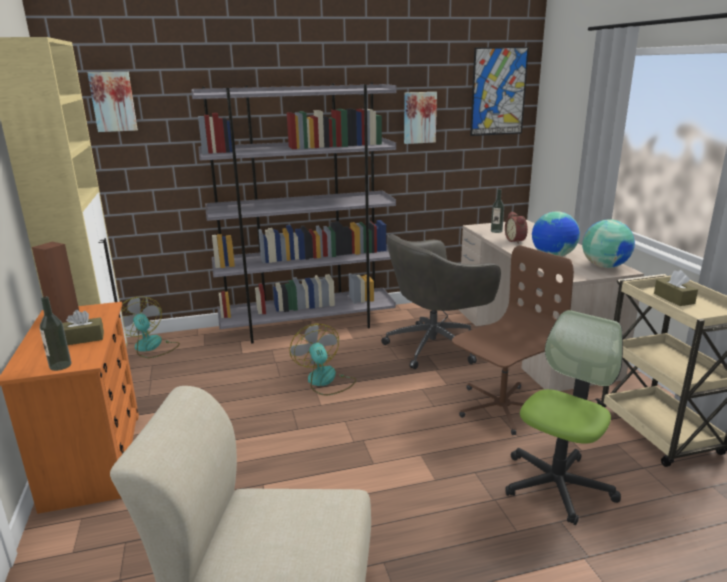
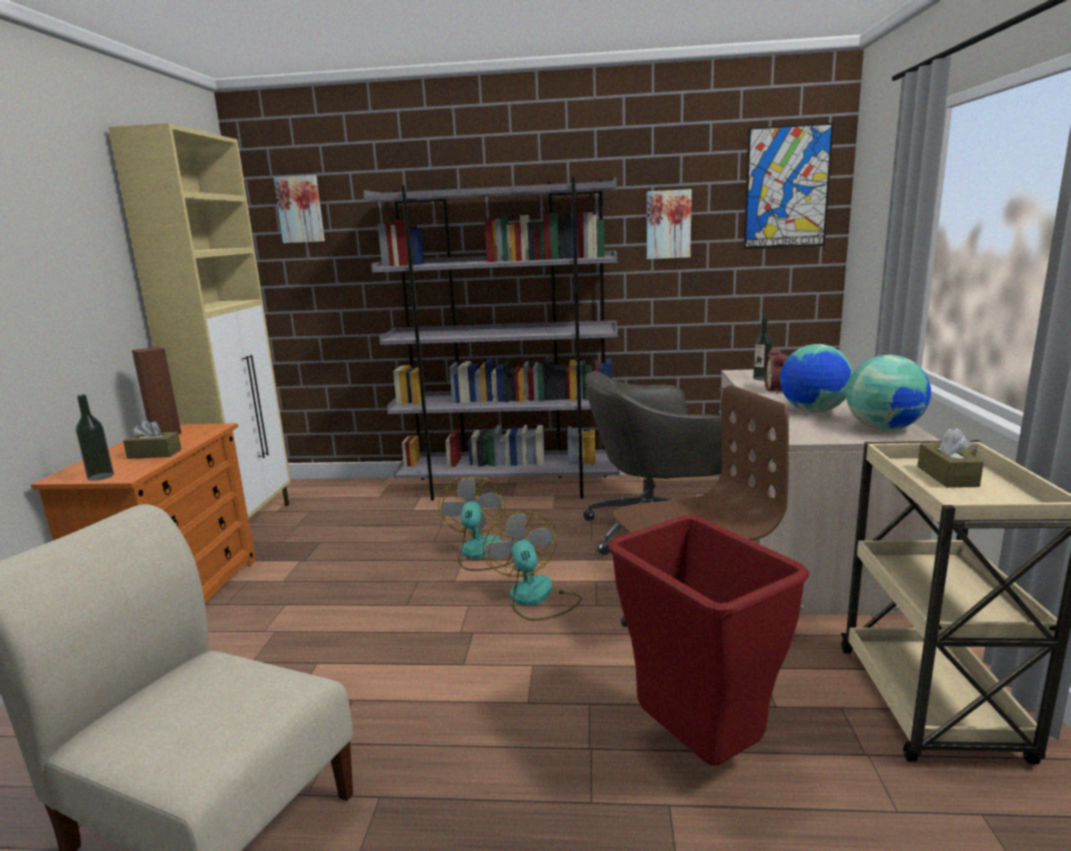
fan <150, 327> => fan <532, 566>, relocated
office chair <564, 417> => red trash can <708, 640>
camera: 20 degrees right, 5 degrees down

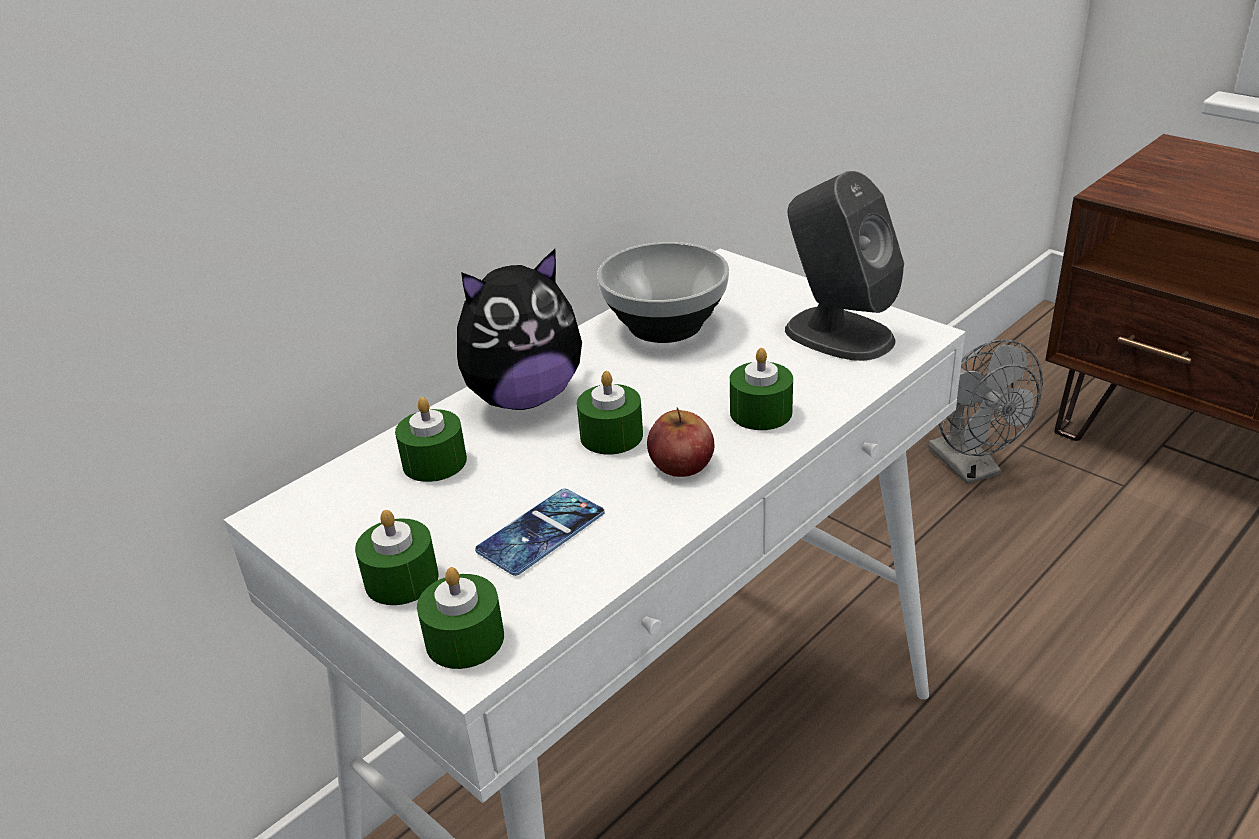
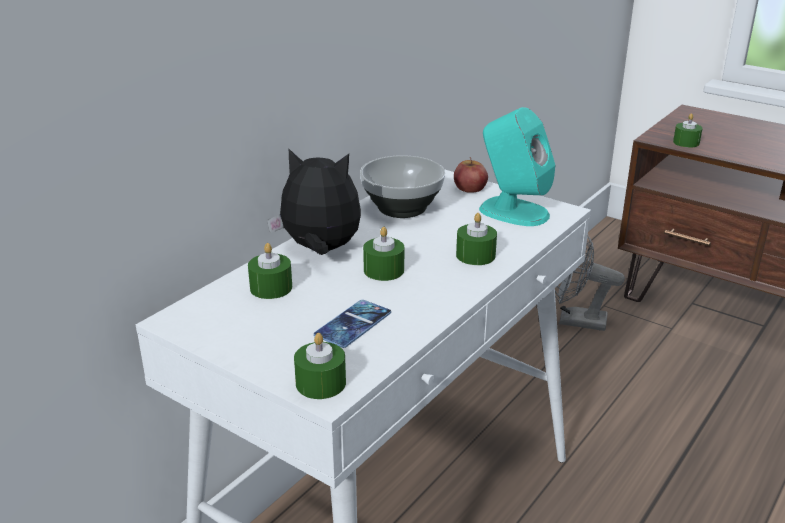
grey speaker <844, 266> => turquoise speaker <517, 166>
plush toy <519, 329> => plush toy <314, 202>, 135 degrees counterclockwise
grey fan <985, 411> => grey fan <590, 283>, 135 degrees clockwise
apple <680, 442> => apple <471, 175>, relocated
green candle <397, 557> => green candle <688, 130>, relocated
camera: 10 degrees left, 5 degrees down

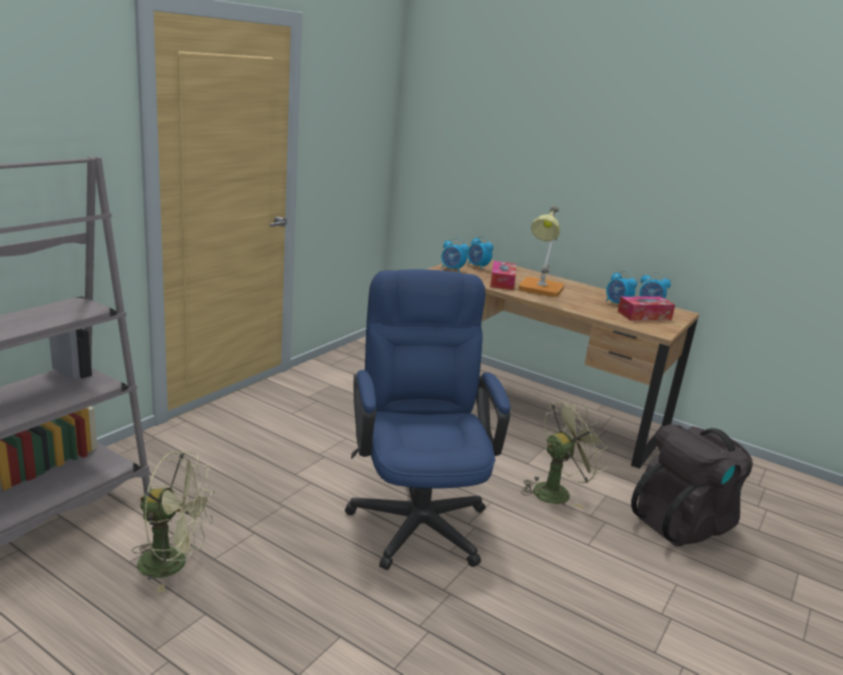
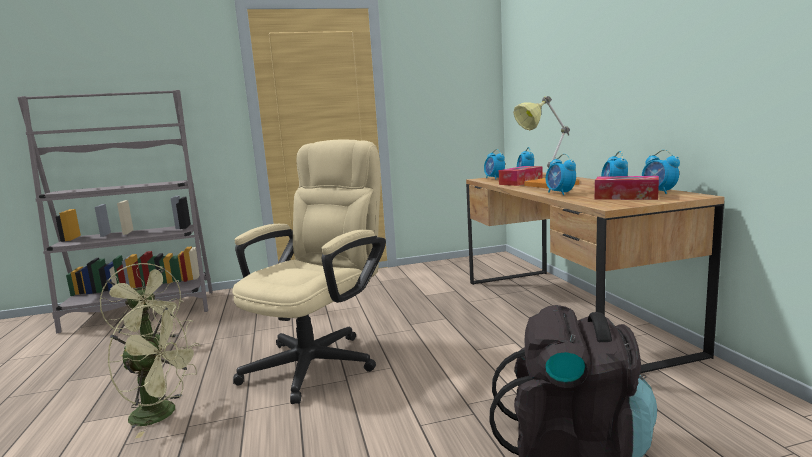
blue office chair <428, 419> => beige office chair <309, 271>
green fan <564, 454> => green fan <154, 371>, relocated
nothing => alarm clock <561, 174>
camera: 45 degrees right, 10 degrees down

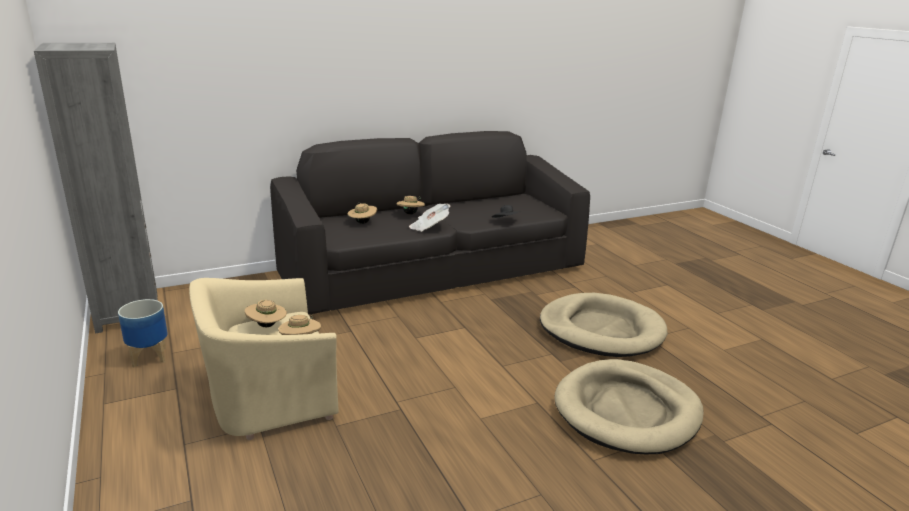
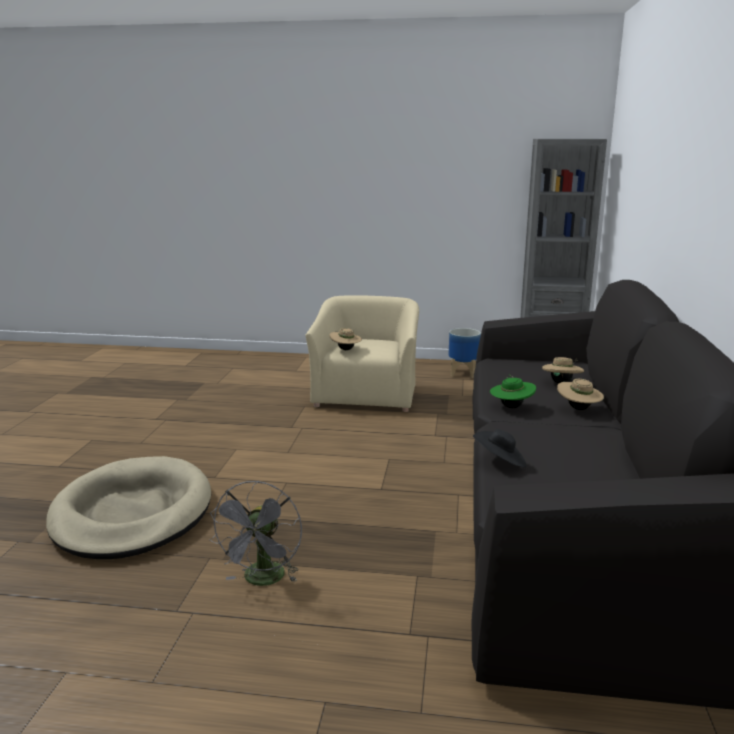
newspaper <430, 218> => green hat <513, 391>
beige dog bed <604, 325> => grey fan <256, 533>
beige hat <266, 313> => nothing
camera: 125 degrees right, 5 degrees down

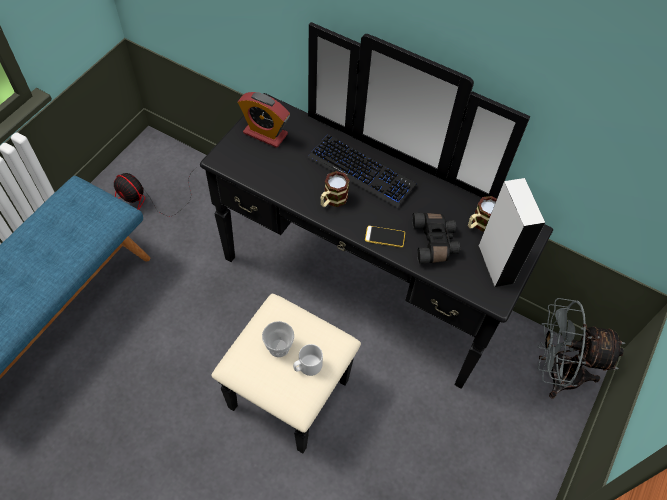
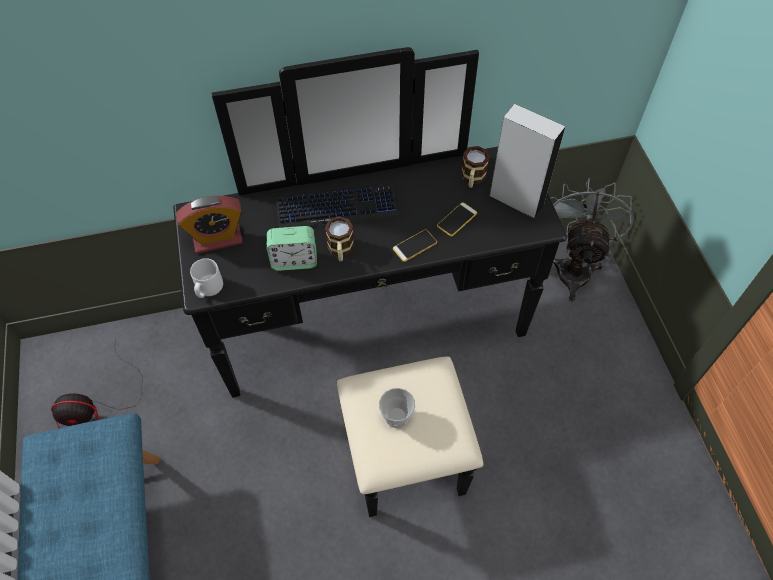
black binoculars <436, 238> => phone <457, 219>
grey fan <581, 348> => grey fan <592, 239>, 135 degrees clockwise
grey mug <308, 360> => grey mug <206, 278>, relocated
nothing => alarm clock <292, 248>
camera: 40 degrees left, 0 degrees up

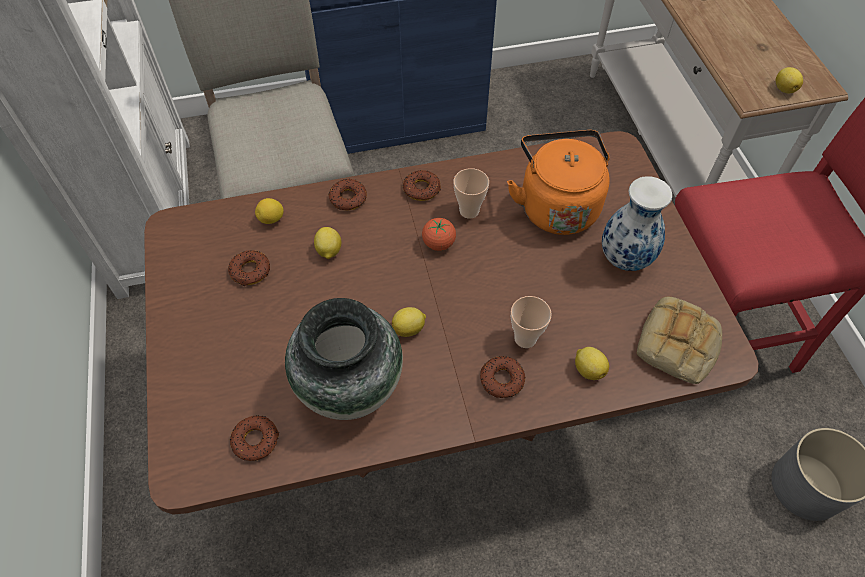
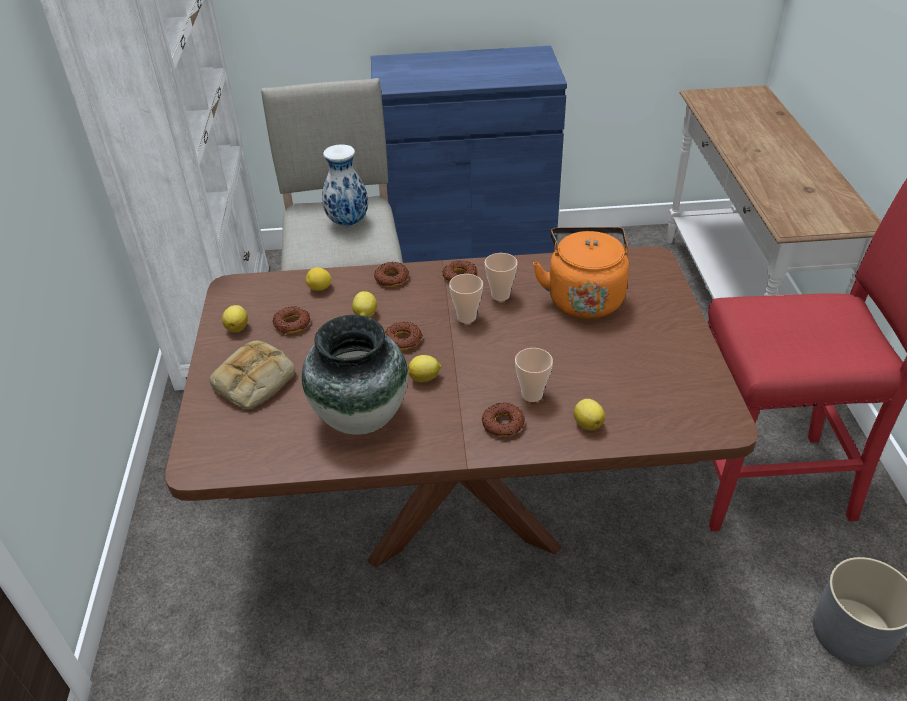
lemon <789, 80> => lemon <235, 318>, relocated
vase <637, 223> => vase <345, 185>, relocated
tomato <439, 234> => cup <466, 298>
bread <679, 340> => bread <252, 375>, relocated
donut <254, 438> => donut <404, 336>, relocated
camera: 10 degrees right, 15 degrees down

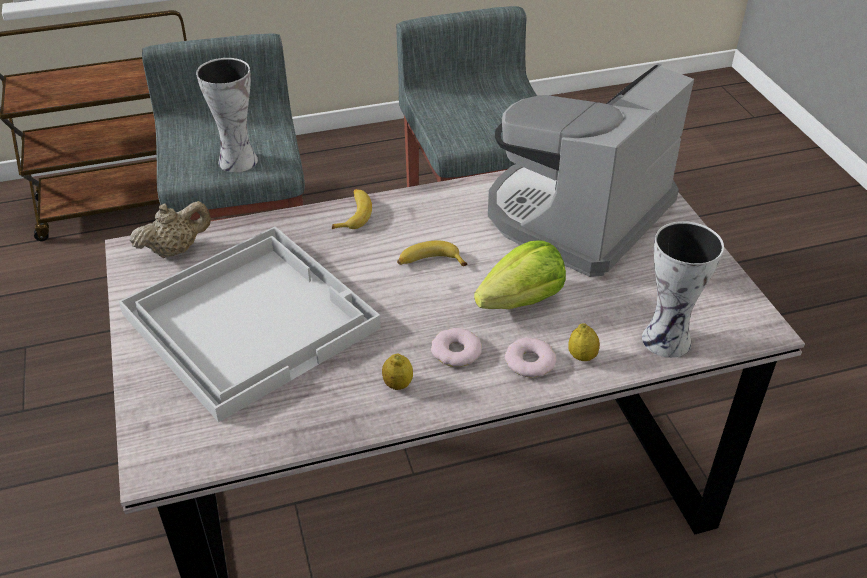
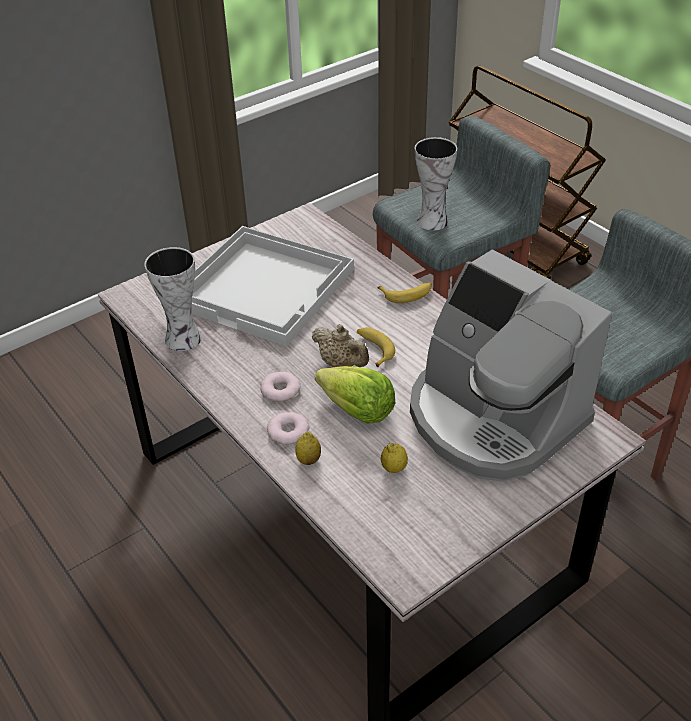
coffee machine <591, 170> => coffee machine <511, 365>, 150 degrees counterclockwise
beige teapot <170, 229> => beige teapot <340, 345>, relocated
vase <683, 289> => vase <173, 299>, relocated
lemon <397, 372> => lemon <394, 458>, relocated
camera: 70 degrees right, 0 degrees up

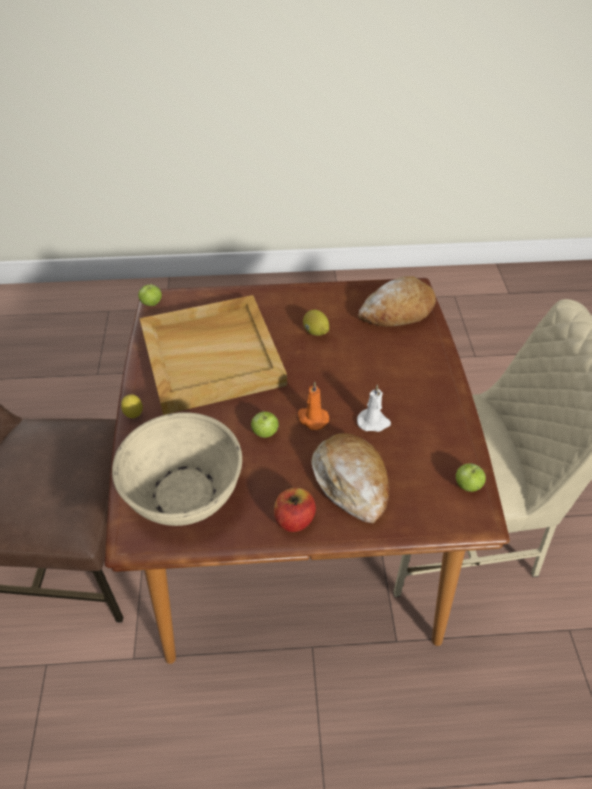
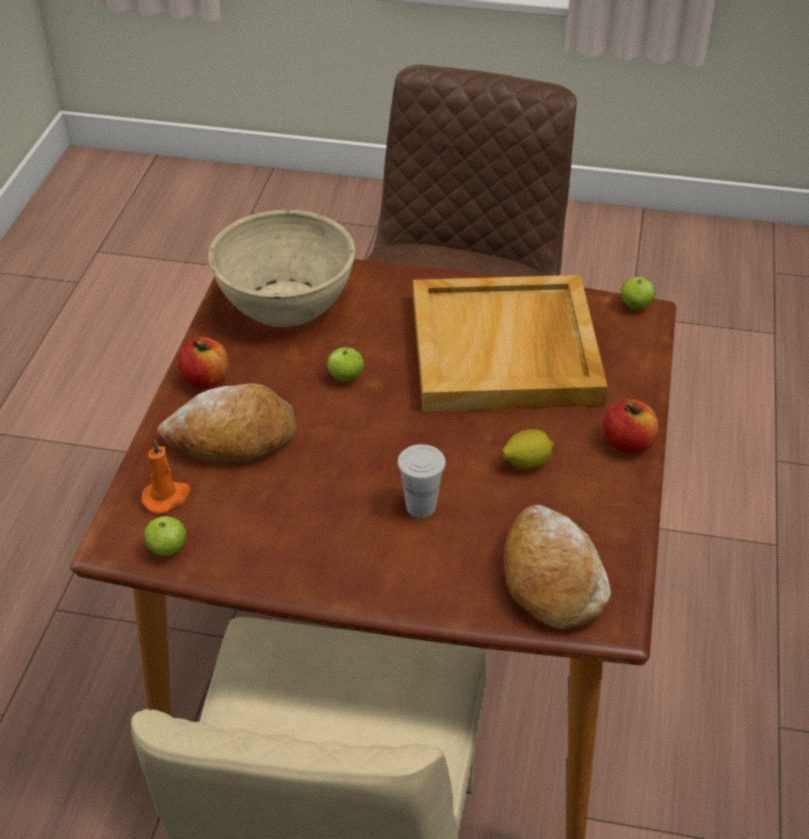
orange candle <313, 406> => orange candle <166, 476>, relocated
white candle <374, 408> => nothing
lemon <132, 406> => nothing
nothing => apple <630, 426>
nothing => white cup <421, 481>
camera: 105 degrees right, 5 degrees down

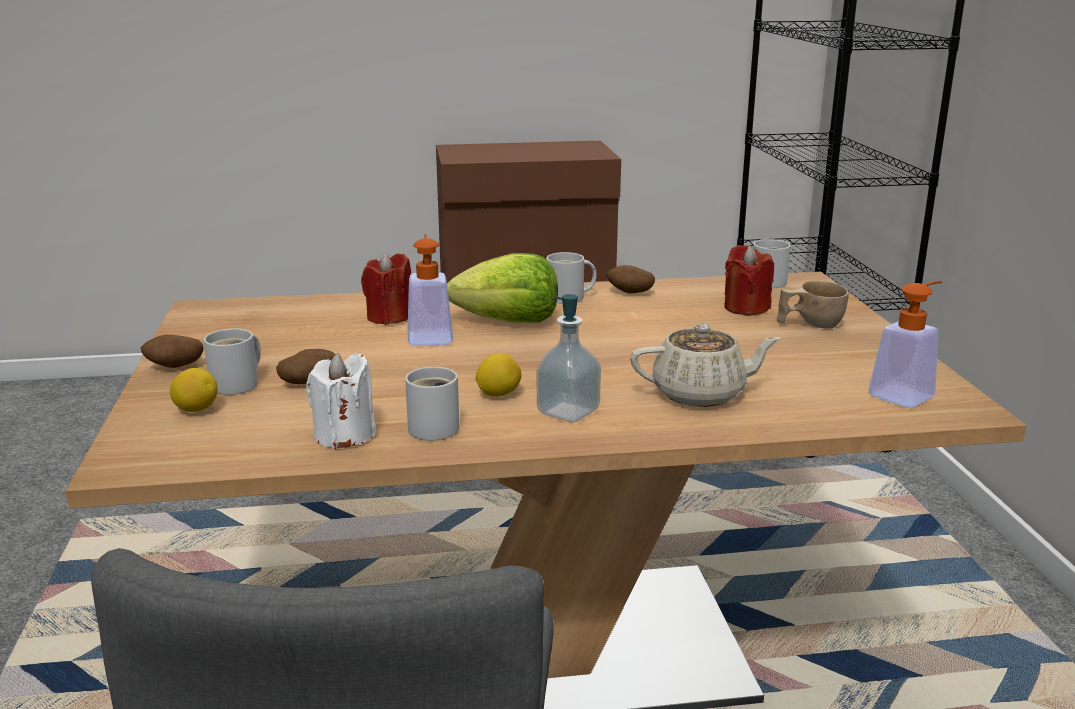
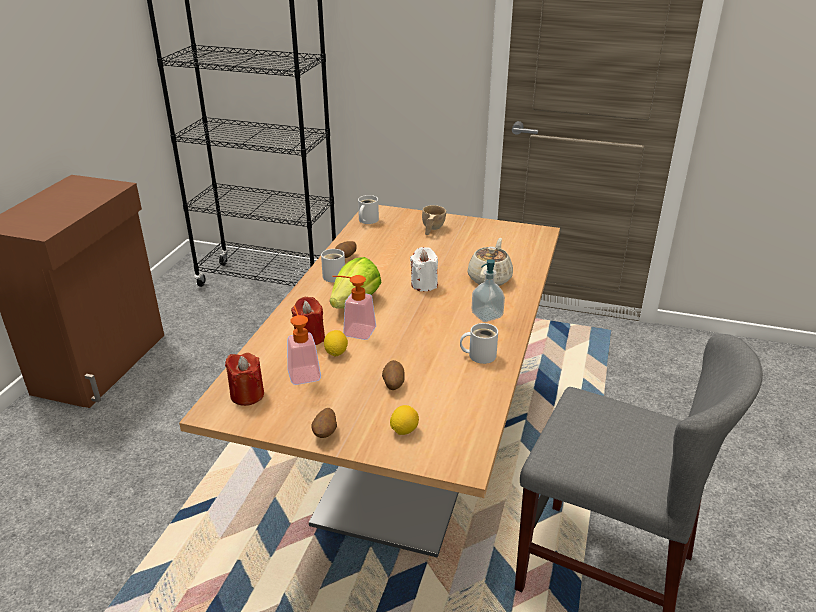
red candle <749, 280> => red candle <244, 379>, relocated
soap dispenser <905, 344> => soap dispenser <304, 345>, relocated
white mug <232, 361> => nothing
white candle <341, 401> => white candle <424, 269>, relocated
lemon <498, 375> => lemon <336, 343>, relocated
camera: 65 degrees left, 10 degrees up

